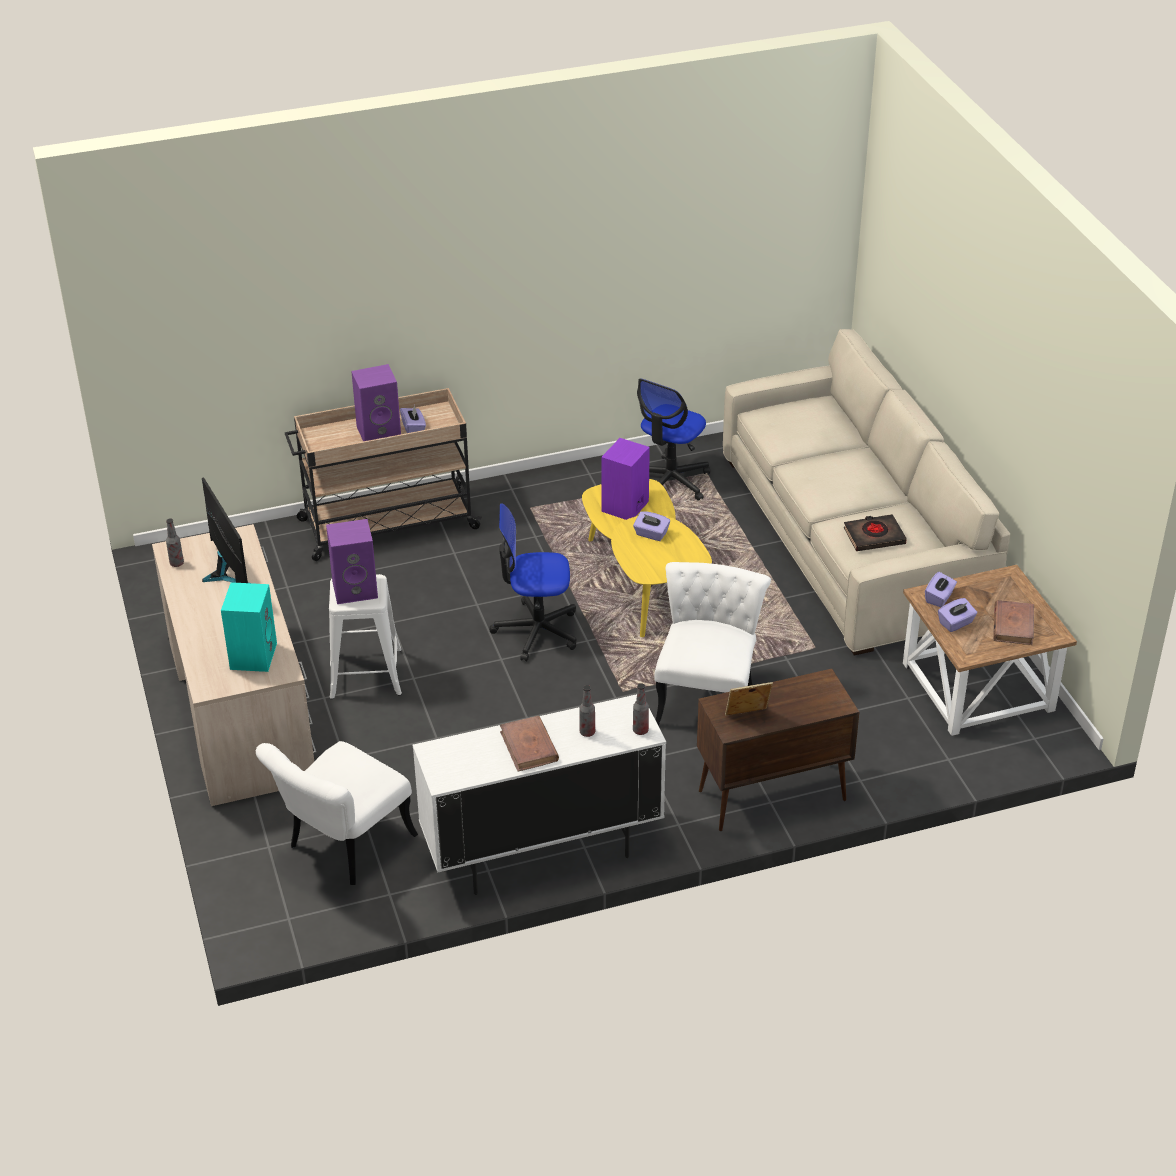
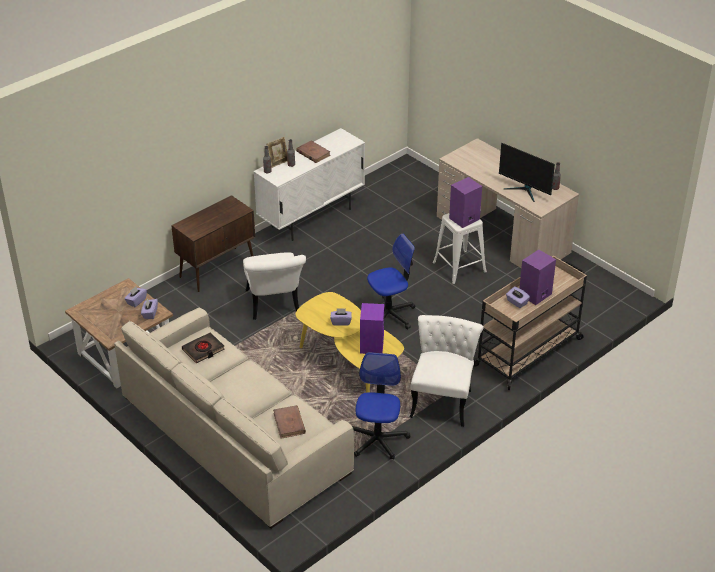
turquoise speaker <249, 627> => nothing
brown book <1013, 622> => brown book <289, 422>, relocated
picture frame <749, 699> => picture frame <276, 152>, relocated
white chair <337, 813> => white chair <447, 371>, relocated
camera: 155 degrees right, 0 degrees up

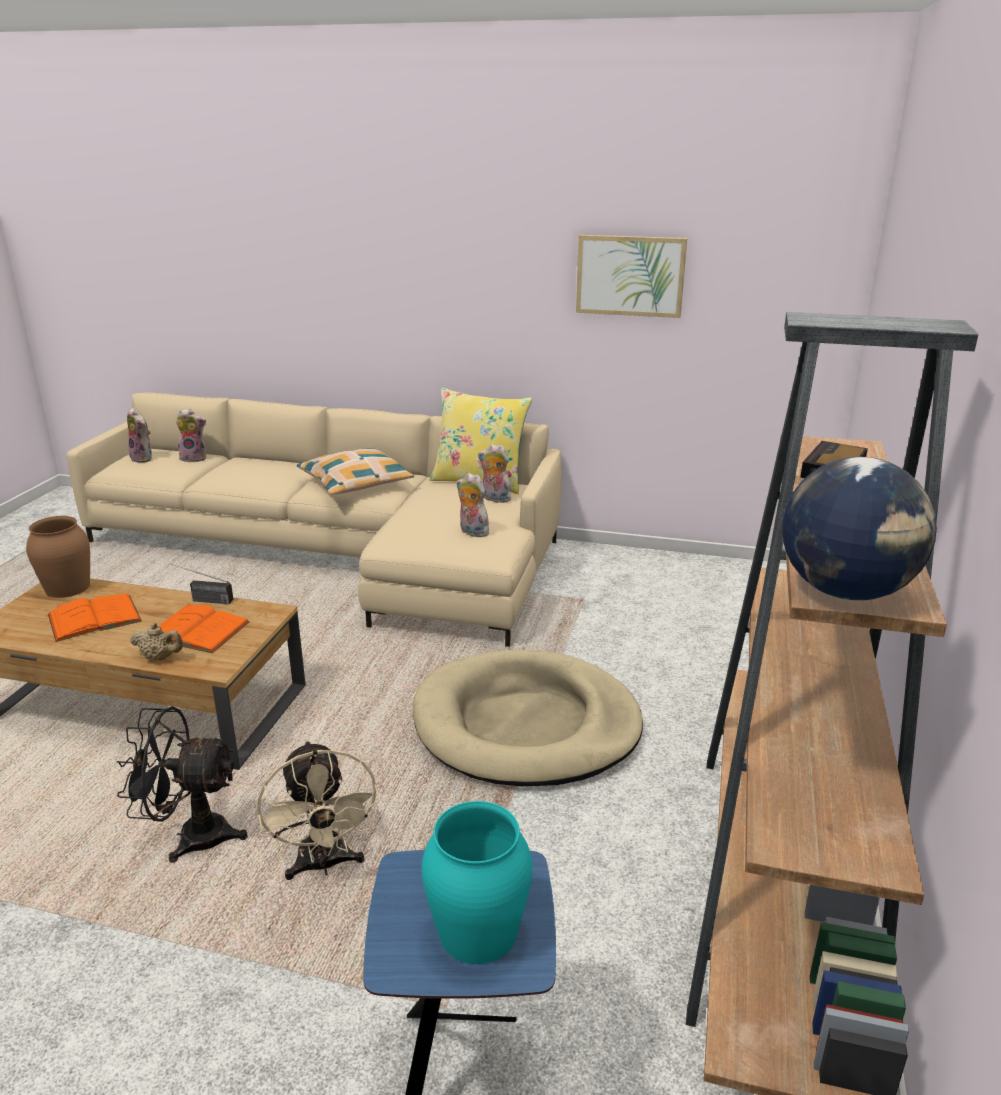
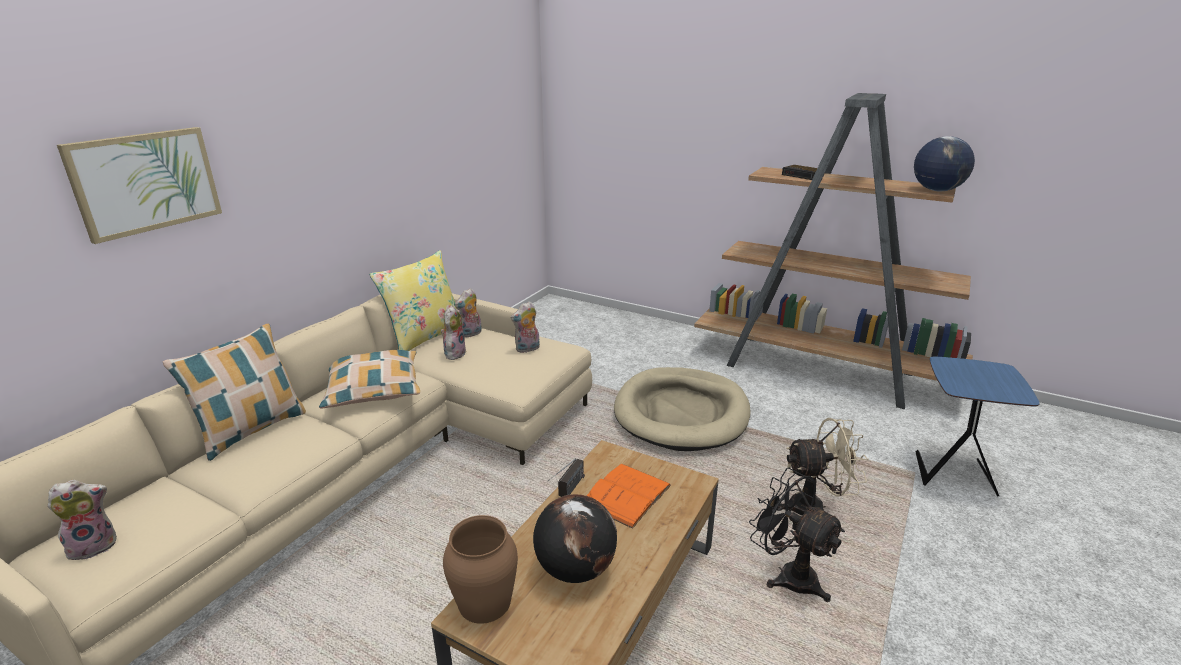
picture <631, 276> => picture <139, 185>, relocated
plush toy <191, 435> => plush toy <454, 333>, relocated
orange book <95, 618> => globe <575, 538>
beige teapot <156, 641> => nothing
black fan <182, 785> => black fan <797, 535>, 120 degrees clockwise
turquoise vase <477, 882> => nothing
nothing => pillow <234, 392>
camera: 75 degrees left, 0 degrees up

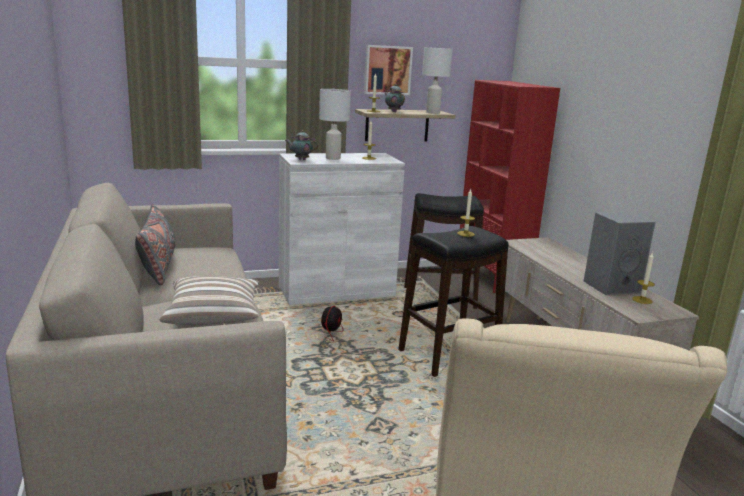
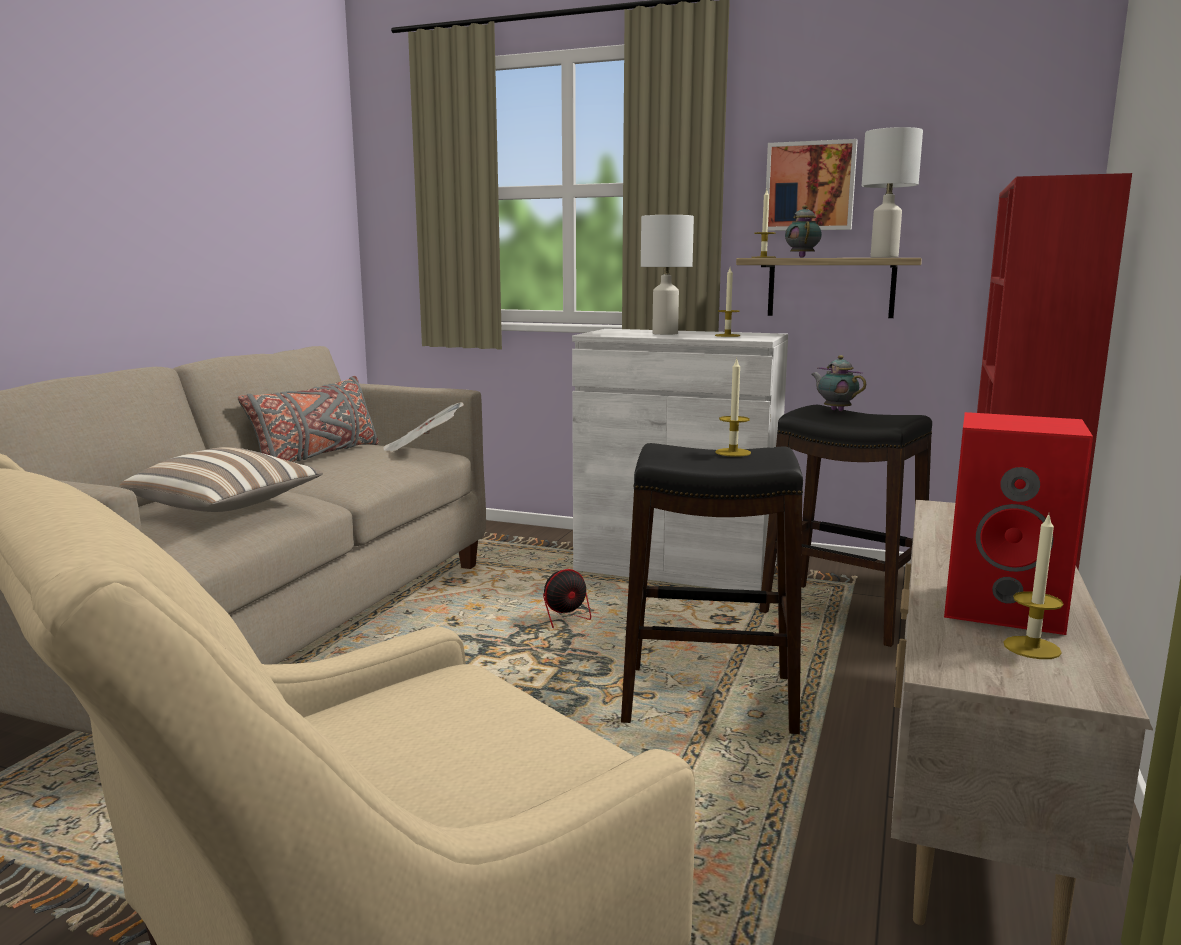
teapot <302, 145> => teapot <838, 383>, relocated
grey speaker <620, 253> => red speaker <1018, 523>
nothing => newspaper <423, 427>
camera: 40 degrees right, 5 degrees down

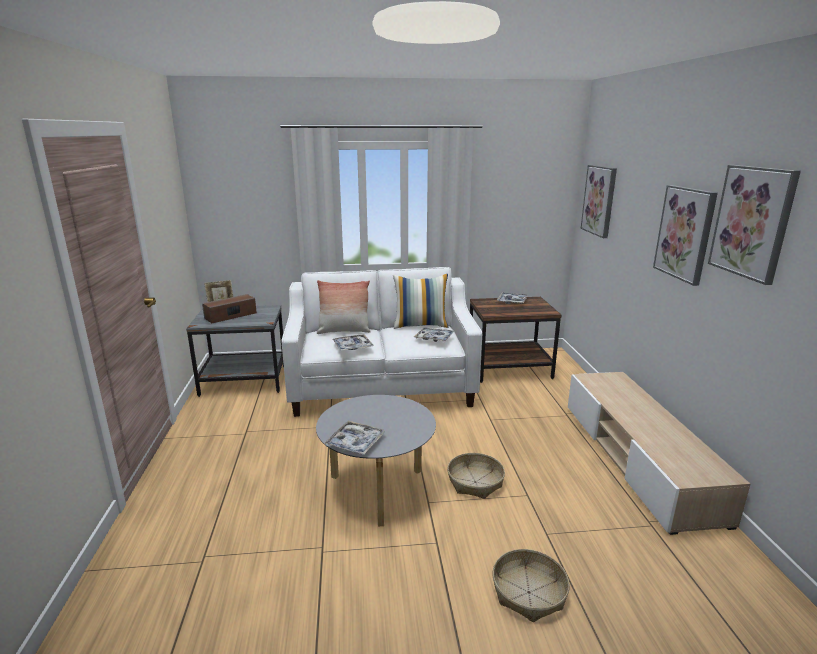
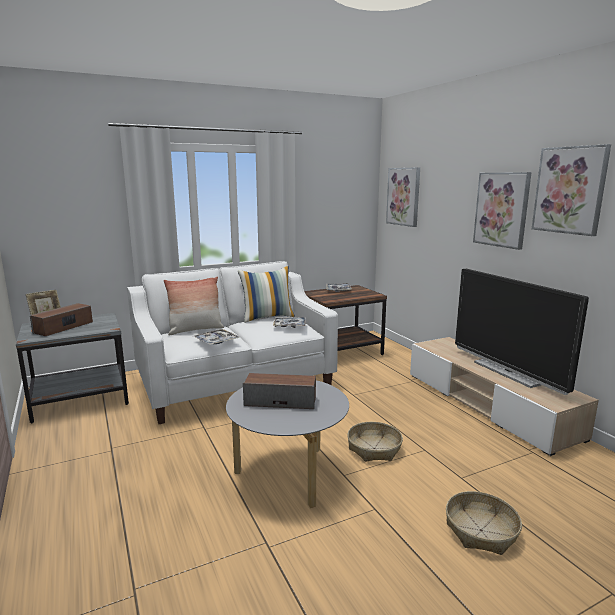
tray <354, 438> => nothing
nothing => television <522, 332>
nothing => speaker <279, 391>
camera: 20 degrees left, 5 degrees down

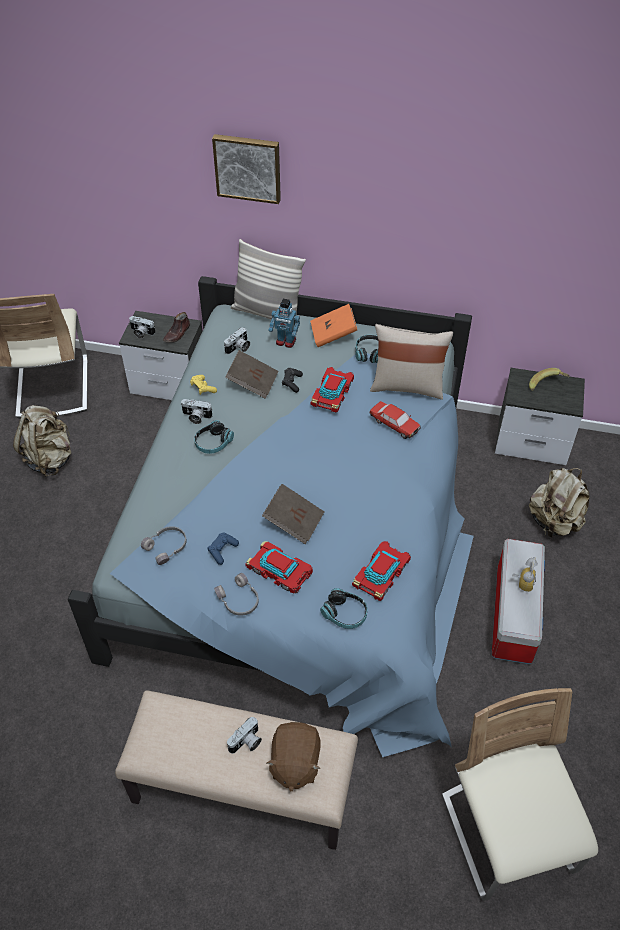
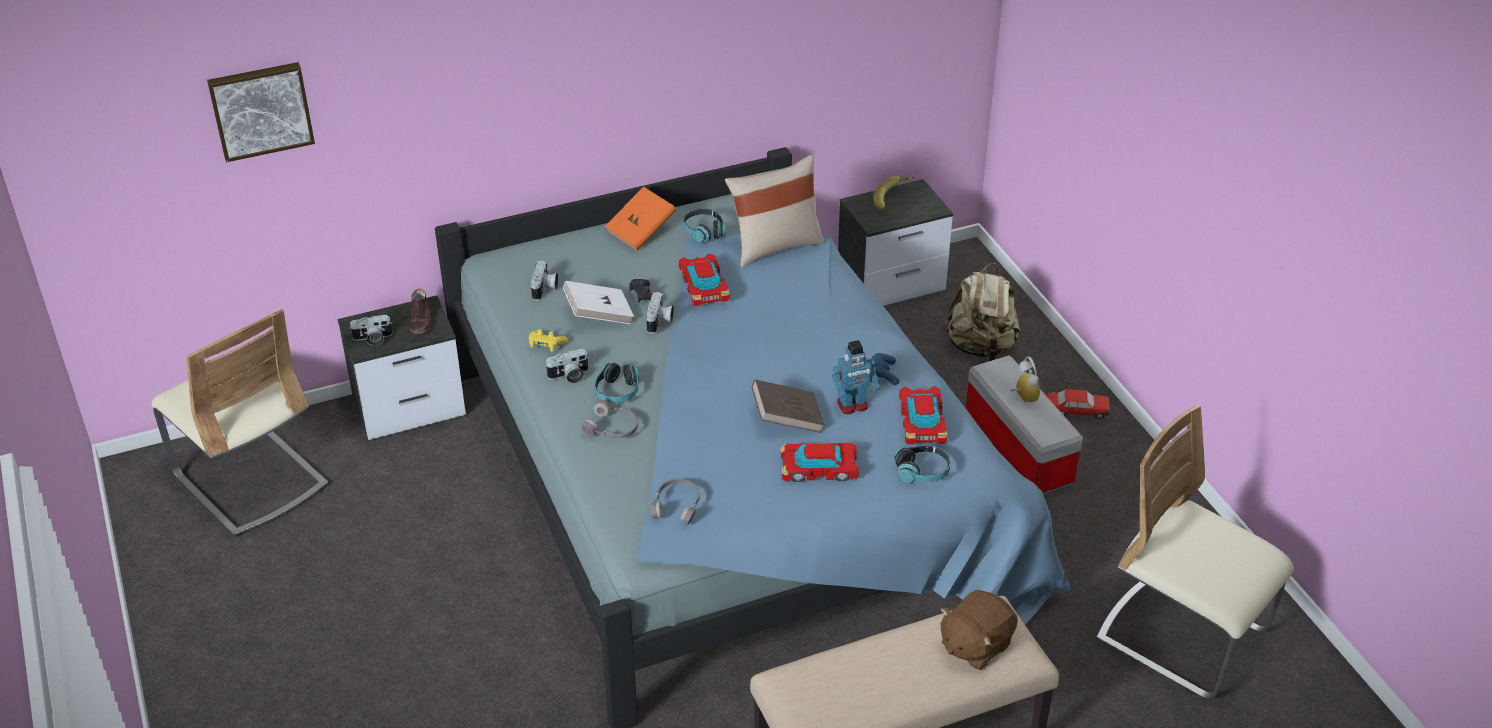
picture <246, 169> => picture <261, 112>, relocated
pillow <268, 279> => nothing
toy robot <284, 323> => toy robot <856, 377>, relocated
brown book <252, 374> => white book <598, 302>
toy car <395, 420> => toy car <1078, 404>, relocated
beige backpack <42, 441> => nothing
blue game controller <223, 549> => blue game controller <885, 369>, relocated
grey headphones <236, 594> => grey headphones <609, 419>, relocated
photo camera <244, 735> => photo camera <660, 313>, relocated
brown plush toy <293, 756> => brown plush toy <979, 630>, 75 degrees clockwise
camera: 35 degrees left, 10 degrees down

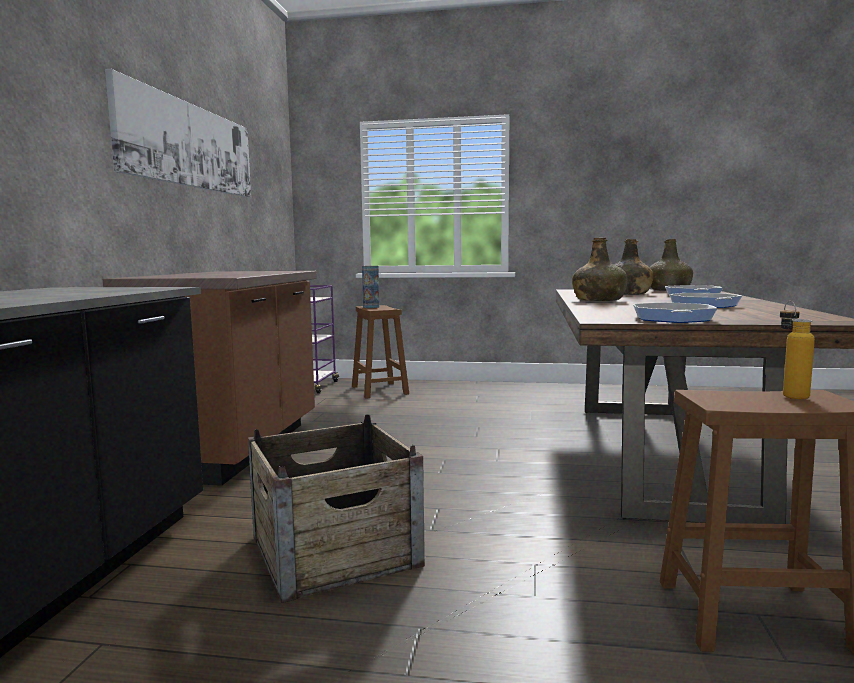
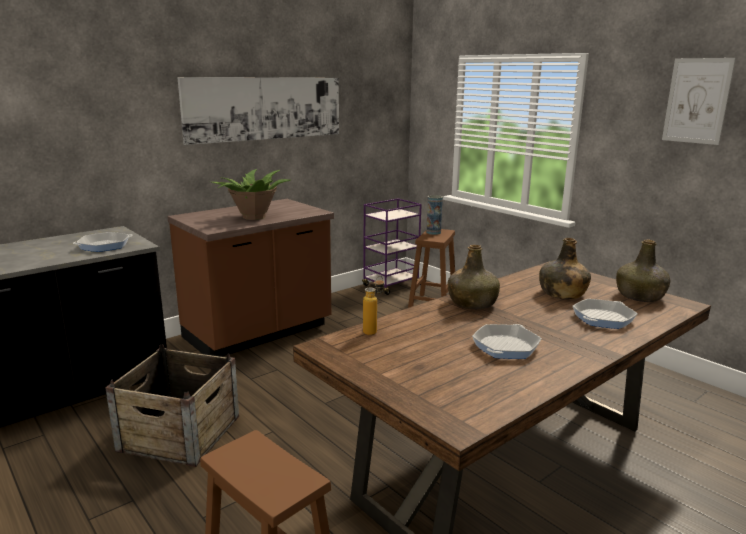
bottle <797, 350> => bottle <373, 305>, relocated
frying pan <675, 312> => frying pan <103, 242>, relocated
nothing => picture <699, 101>
nothing => potted plant <251, 194>
camera: 40 degrees right, 10 degrees up

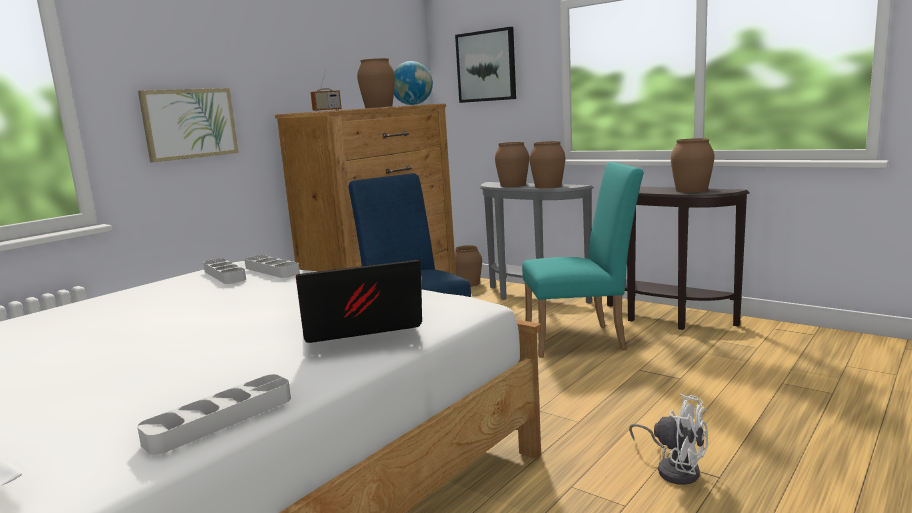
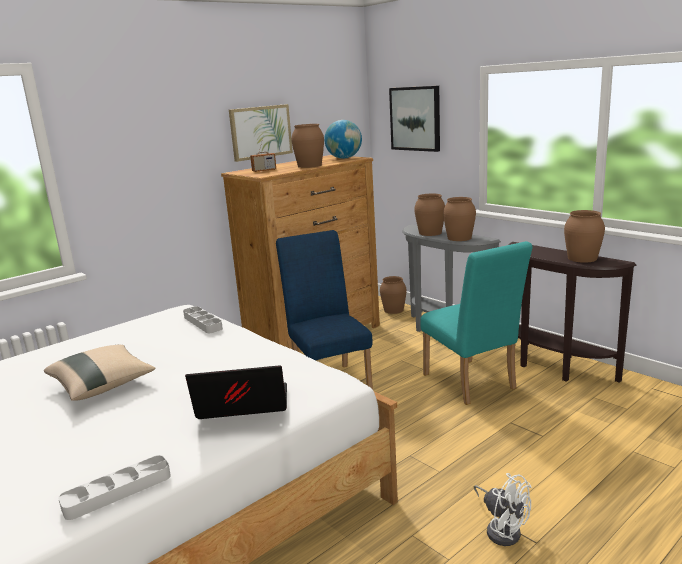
picture <188, 125> => picture <261, 133>, relocated
turquoise chair <583, 260> => turquoise chair <476, 323>, 60 degrees clockwise
grey tray <224, 271> => nothing
nothing => beige pillow <100, 373>
camera: 10 degrees right, 5 degrees up

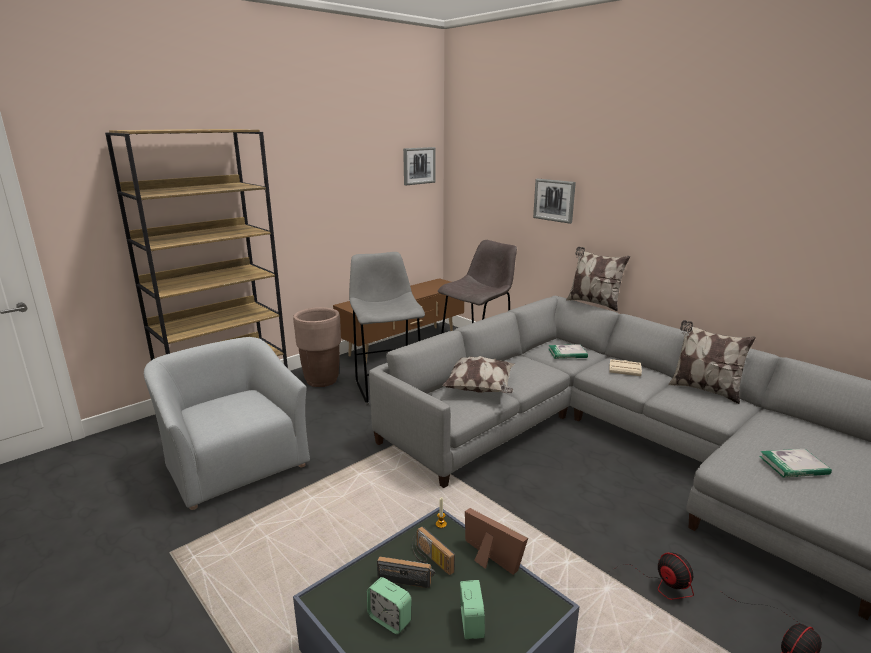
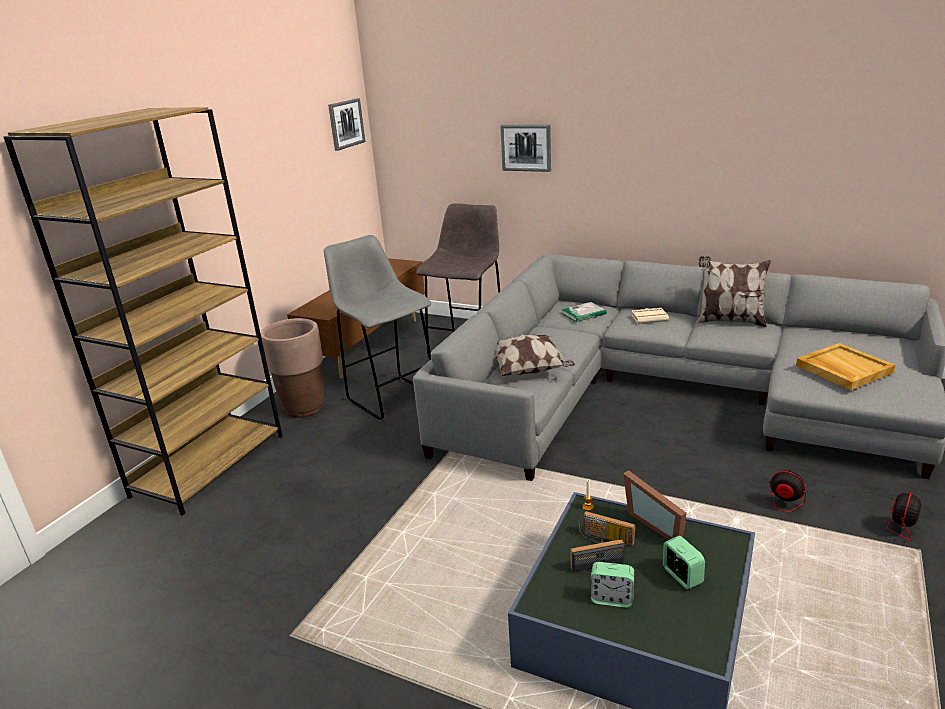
pillow <598, 279> => nothing
grey armchair <227, 423> => nothing
book <795, 463> => beige tray <846, 366>
picture frame <496, 541> => picture frame <654, 505>, 150 degrees counterclockwise
camera: 20 degrees left, 5 degrees up

